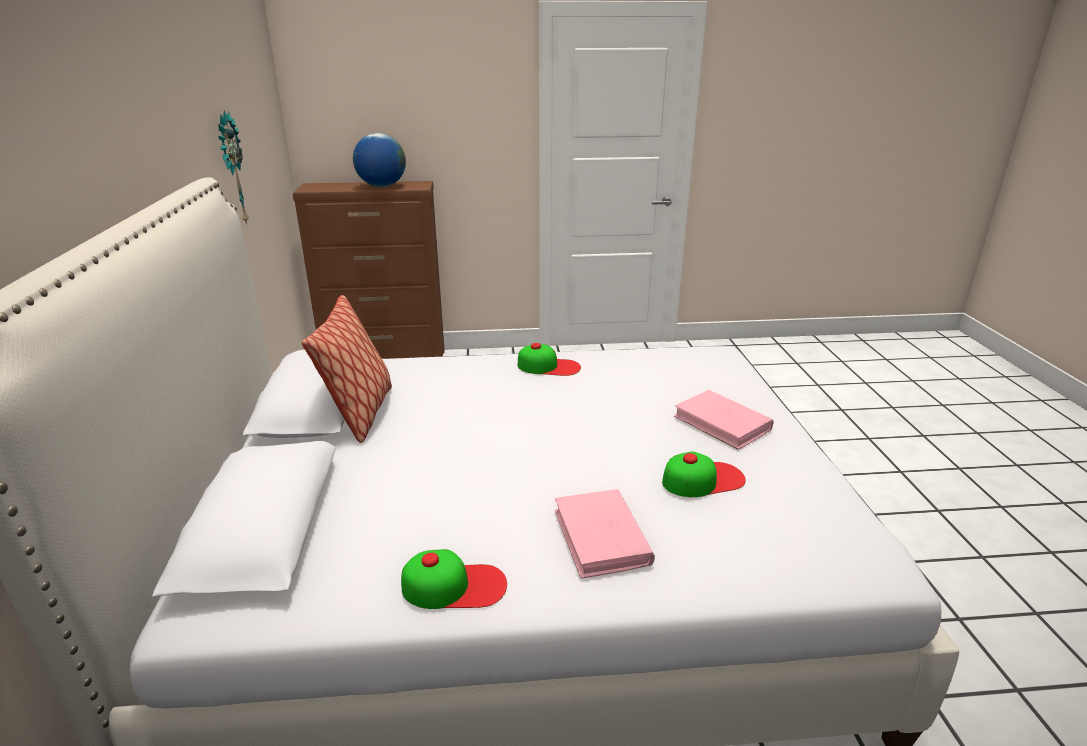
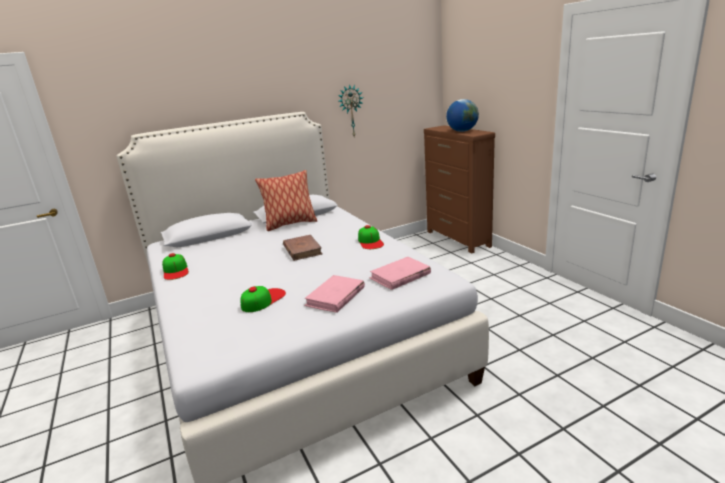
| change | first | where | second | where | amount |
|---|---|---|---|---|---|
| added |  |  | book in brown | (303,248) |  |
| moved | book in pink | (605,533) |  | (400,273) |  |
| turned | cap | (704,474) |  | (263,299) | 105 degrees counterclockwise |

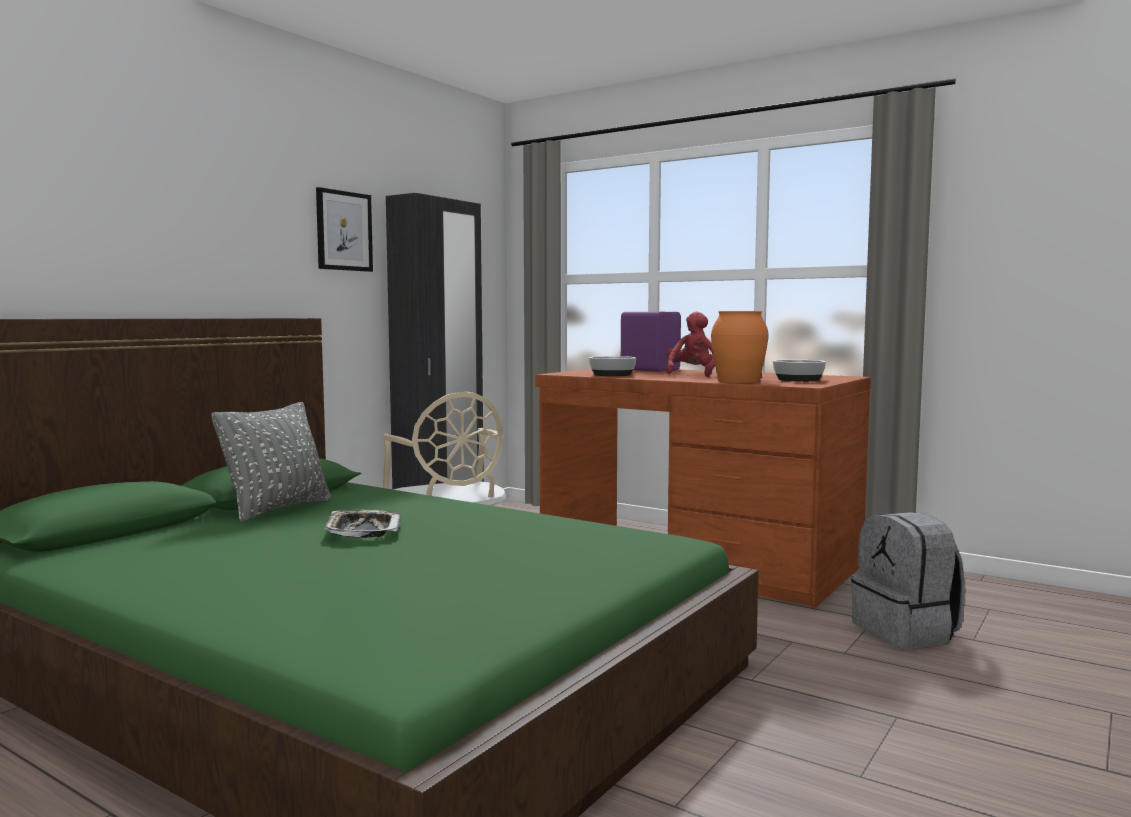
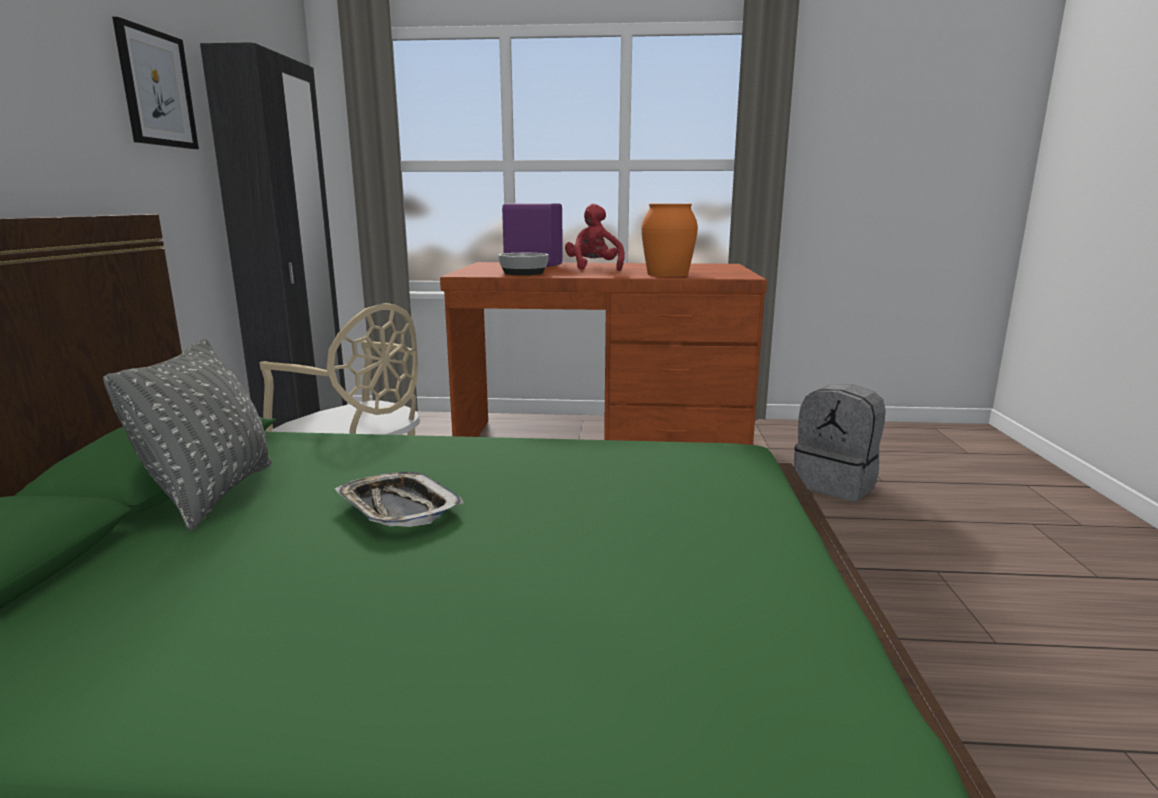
| change | first | where | second | where | amount |
|---|---|---|---|---|---|
| removed | bowl | (799,370) |  |  |  |

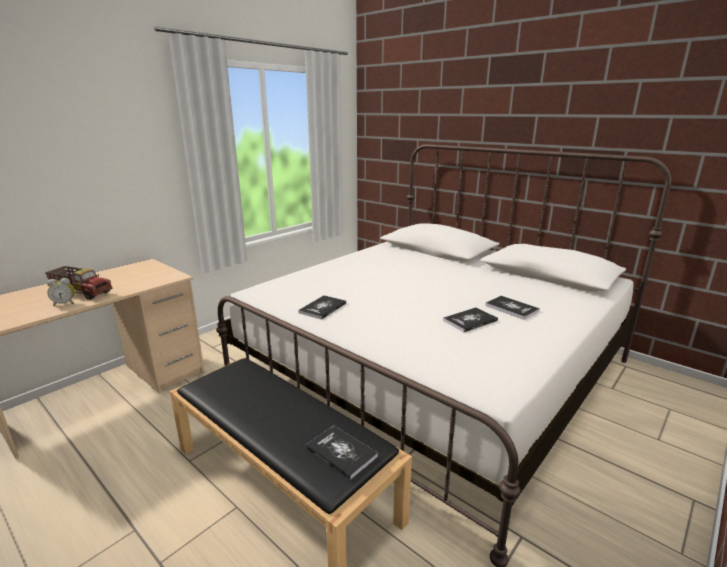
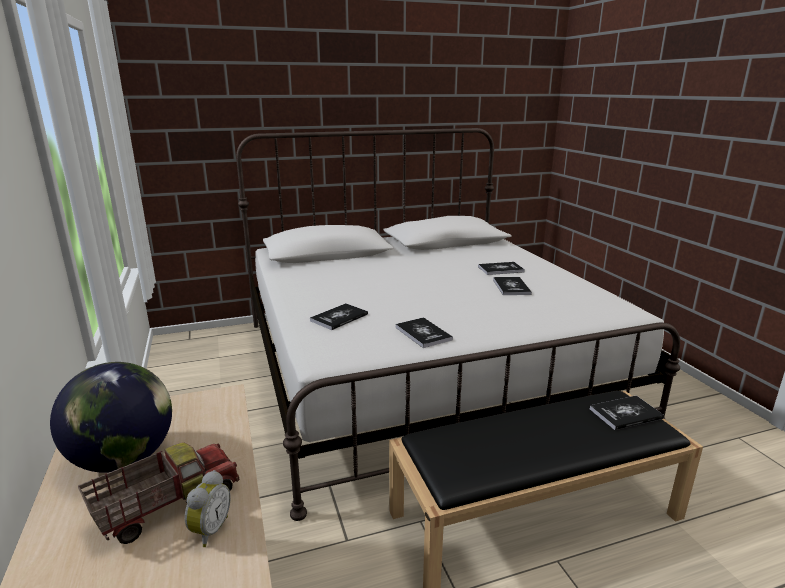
| change | first | where | second | where | amount |
|---|---|---|---|---|---|
| added |  |  | globe | (111,417) |  |
| added |  |  | book | (339,316) |  |

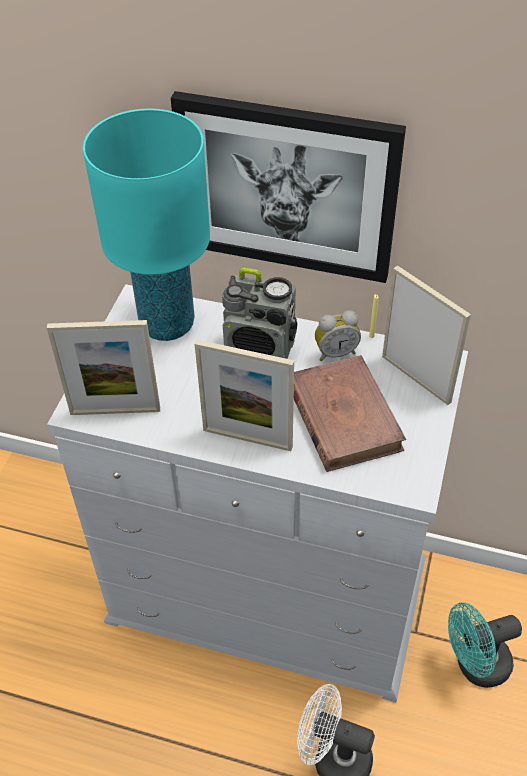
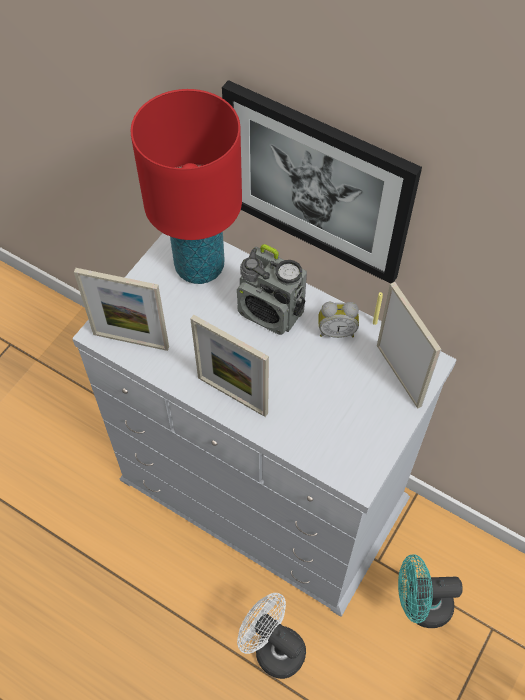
| change | first | where | second | where | amount |
|---|---|---|---|---|---|
| removed | book in brown | (350,413) |  |  |  |
| recoloured | table lamp in turquoise | (146,225) | table lamp in red | (186,186) |  |

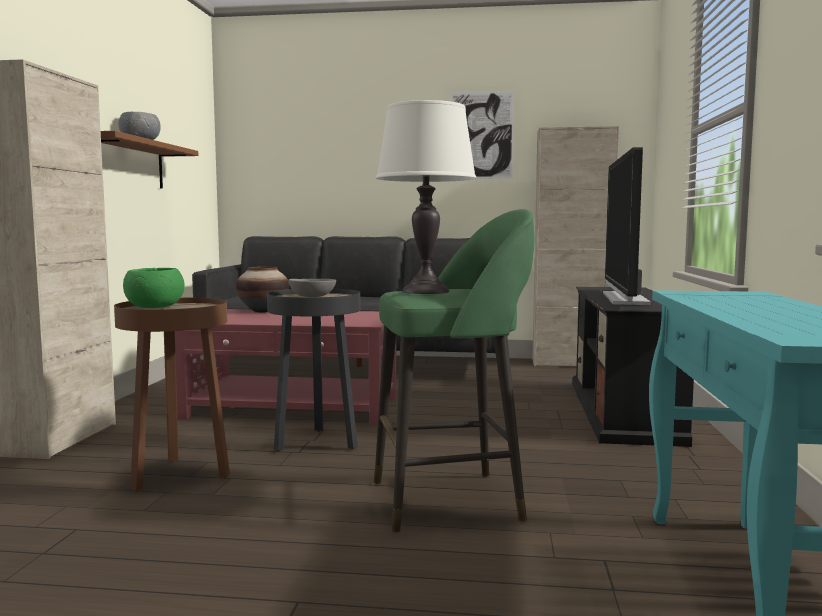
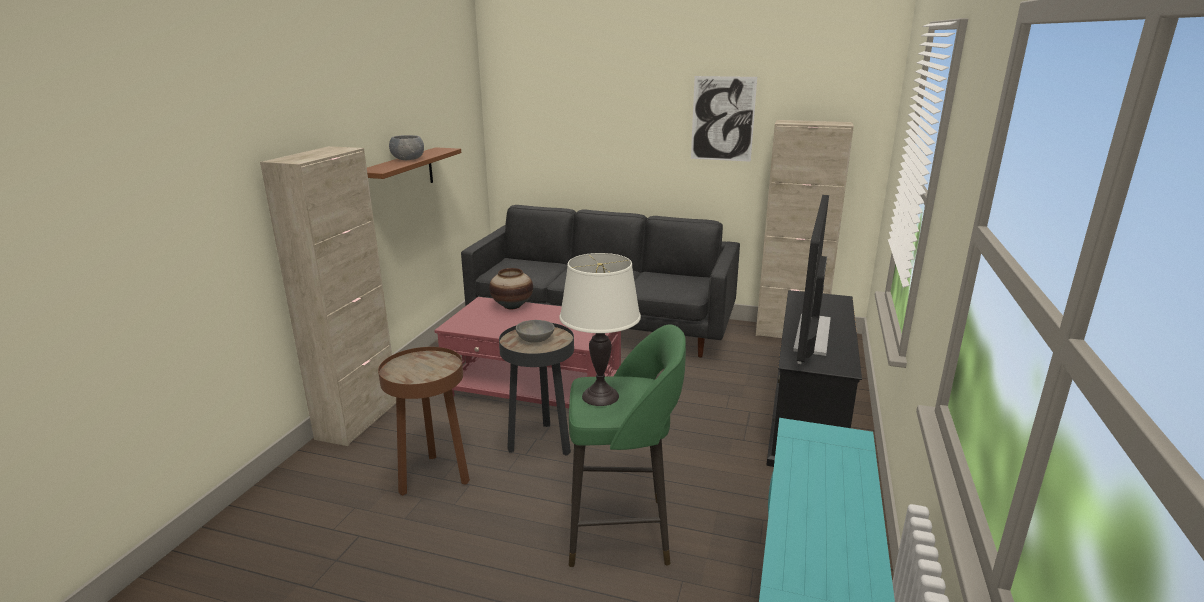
| change | first | where | second | where | amount |
|---|---|---|---|---|---|
| removed | bowl in green | (154,288) |  |  |  |

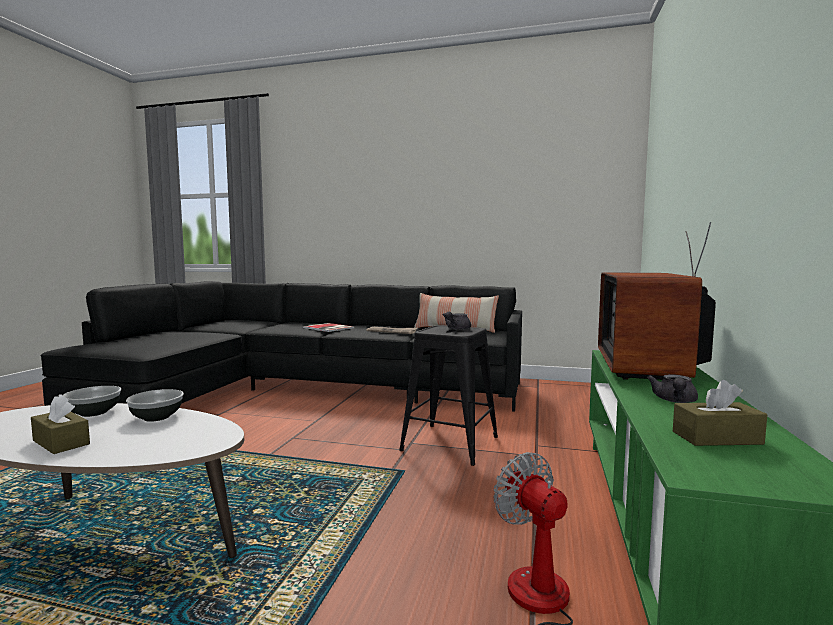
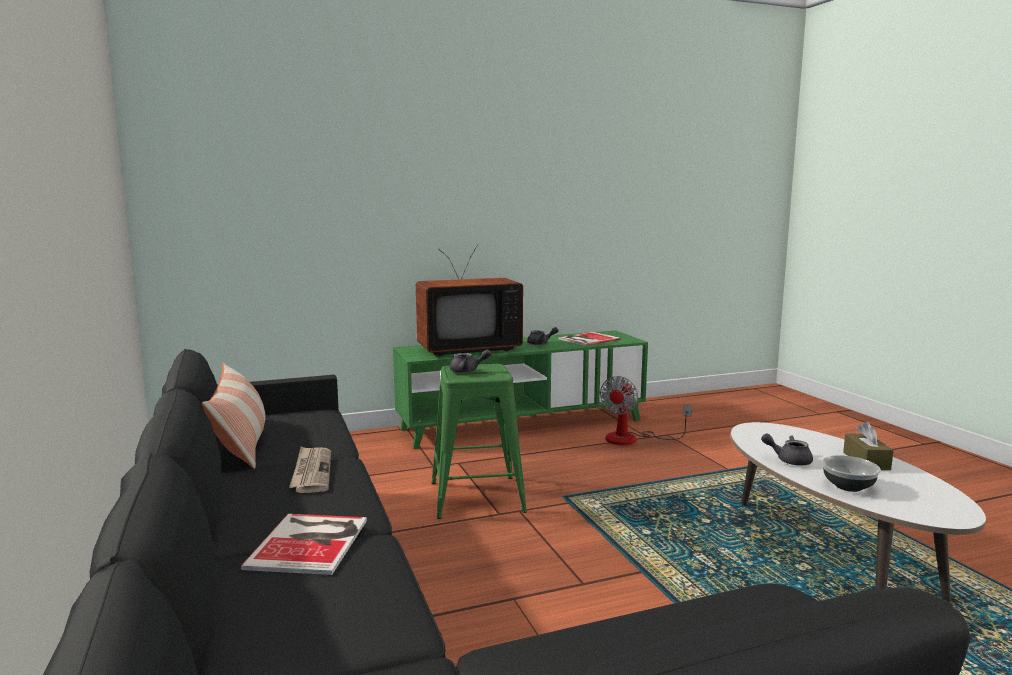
| change | first | where | second | where | amount |
|---|---|---|---|---|---|
| replaced | bowl | (155,405) | teapot in grey | (787,450) |  |
| replaced | tissue box in brown | (720,413) | book | (589,339) |  |
| recoloured | stool in black | (448,395) | stool in green | (479,441) |  |

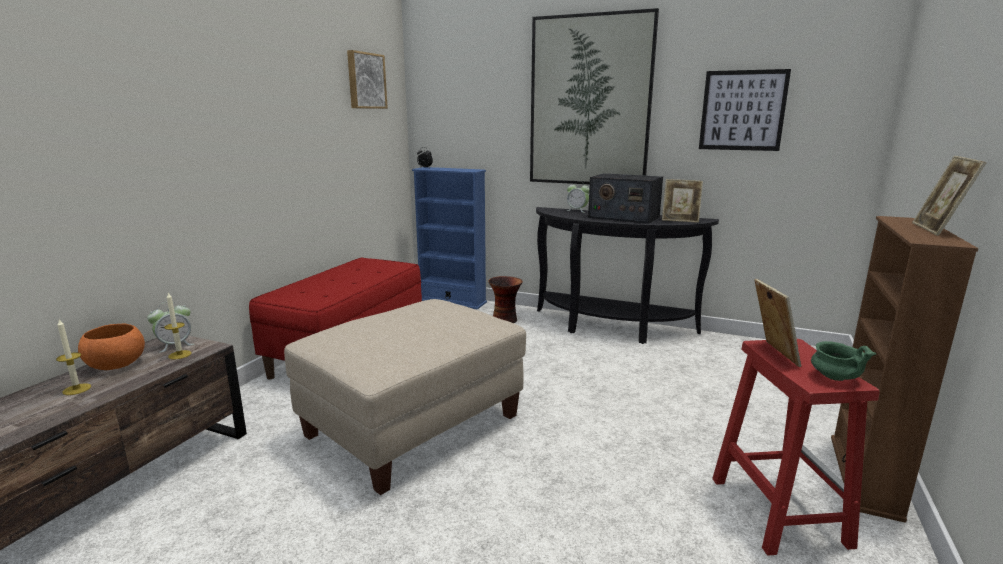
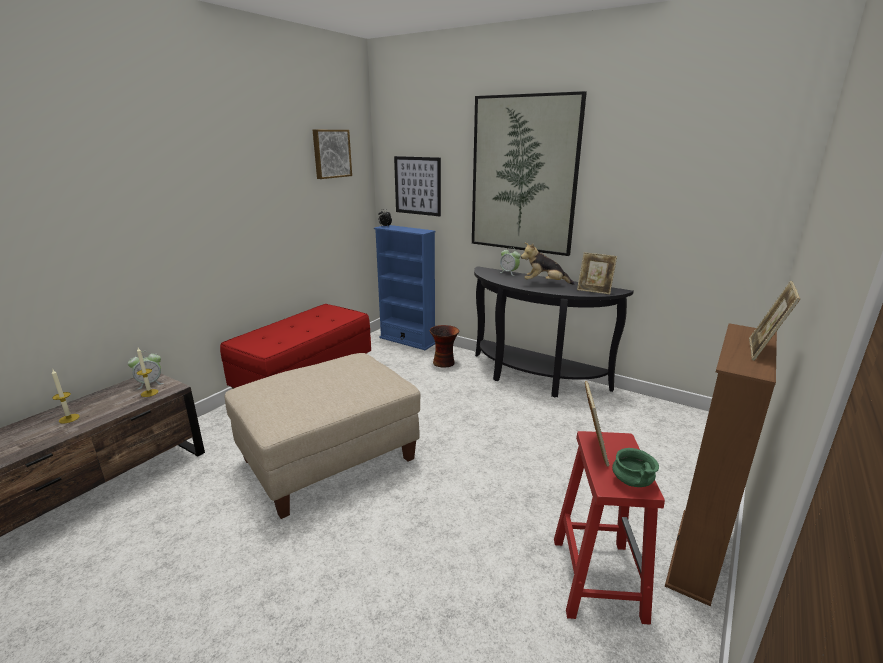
| change | first | where | second | where | amount |
|---|---|---|---|---|---|
| removed | bowl in orange | (111,347) |  |  |  |
| moved | picture | (745,110) |  | (417,186) |  |
| replaced | radio | (625,198) | plush toy | (548,264) |  |

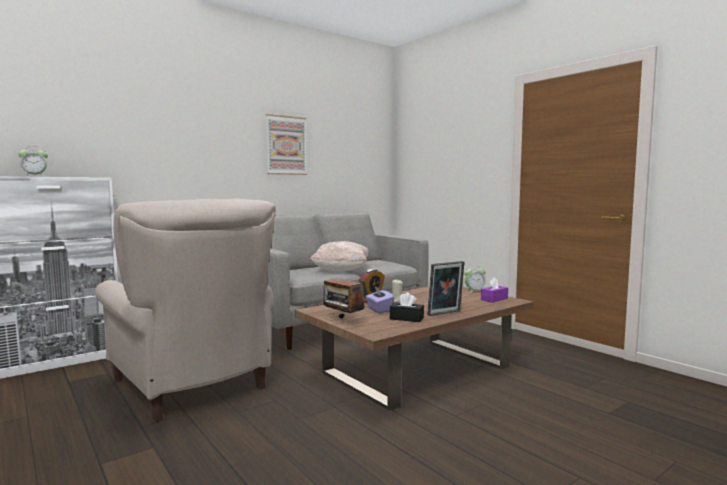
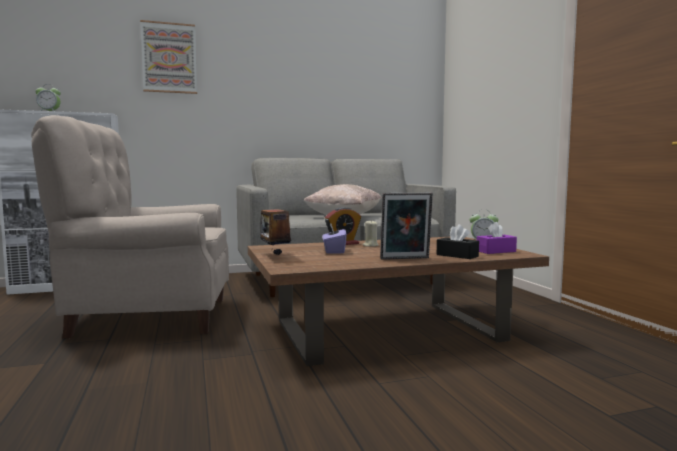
| change | first | where | second | where | amount |
|---|---|---|---|---|---|
| moved | picture | (286,144) |  | (168,57) |  |
| moved | tissue box in black | (407,307) |  | (458,241) |  |
| turned | armchair in beige | (185,310) |  | (130,226) | 105 degrees clockwise |

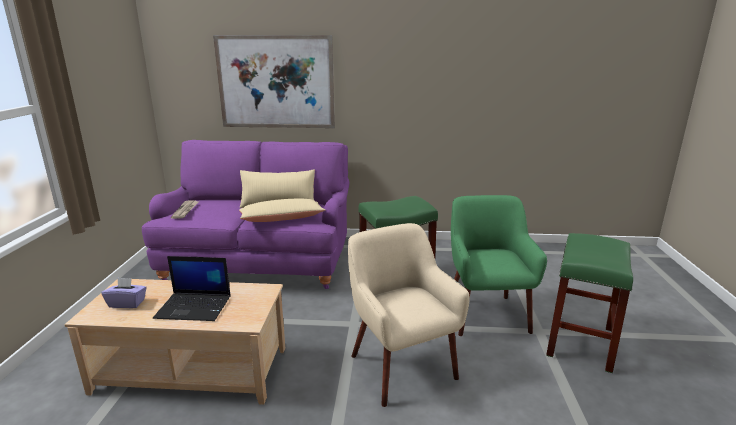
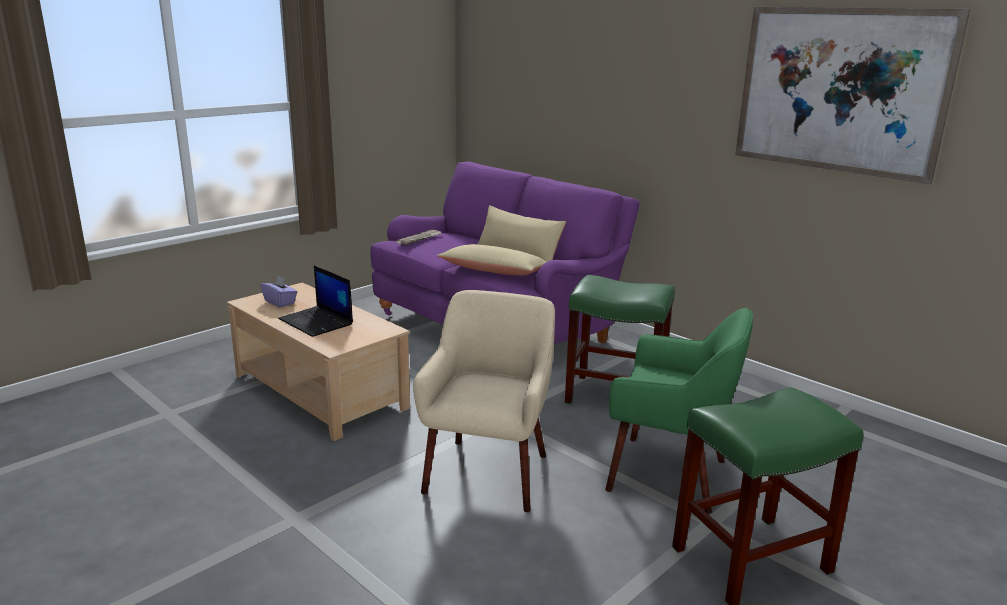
| change | first | where | second | where | amount |
|---|---|---|---|---|---|
| moved | picture | (274,81) |  | (852,95) |  |
| turned | armchair in green | (499,265) |  | (679,411) | 75 degrees clockwise |

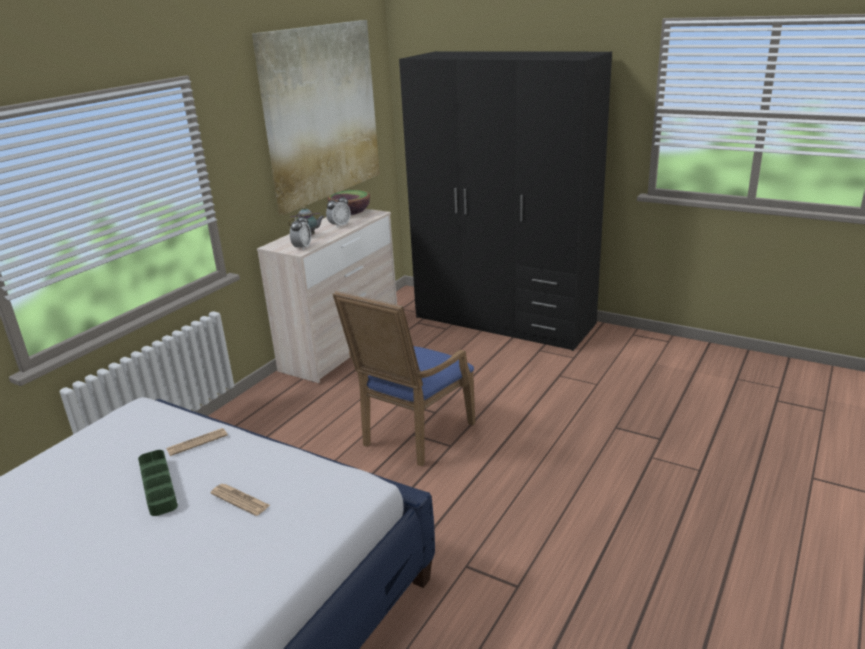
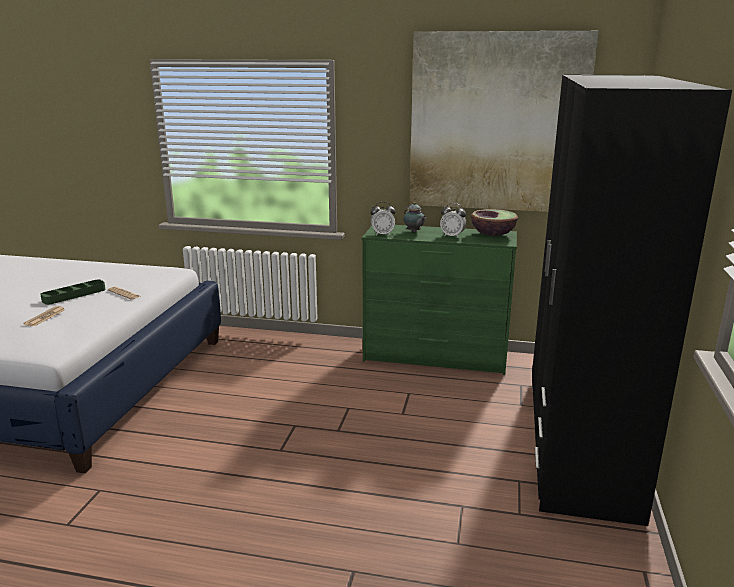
| change | first | where | second | where | amount |
|---|---|---|---|---|---|
| removed | armchair in blue | (403,378) |  |  |  |
| recoloured | dresser in beige | (327,296) | dresser in green | (439,300) |  |

